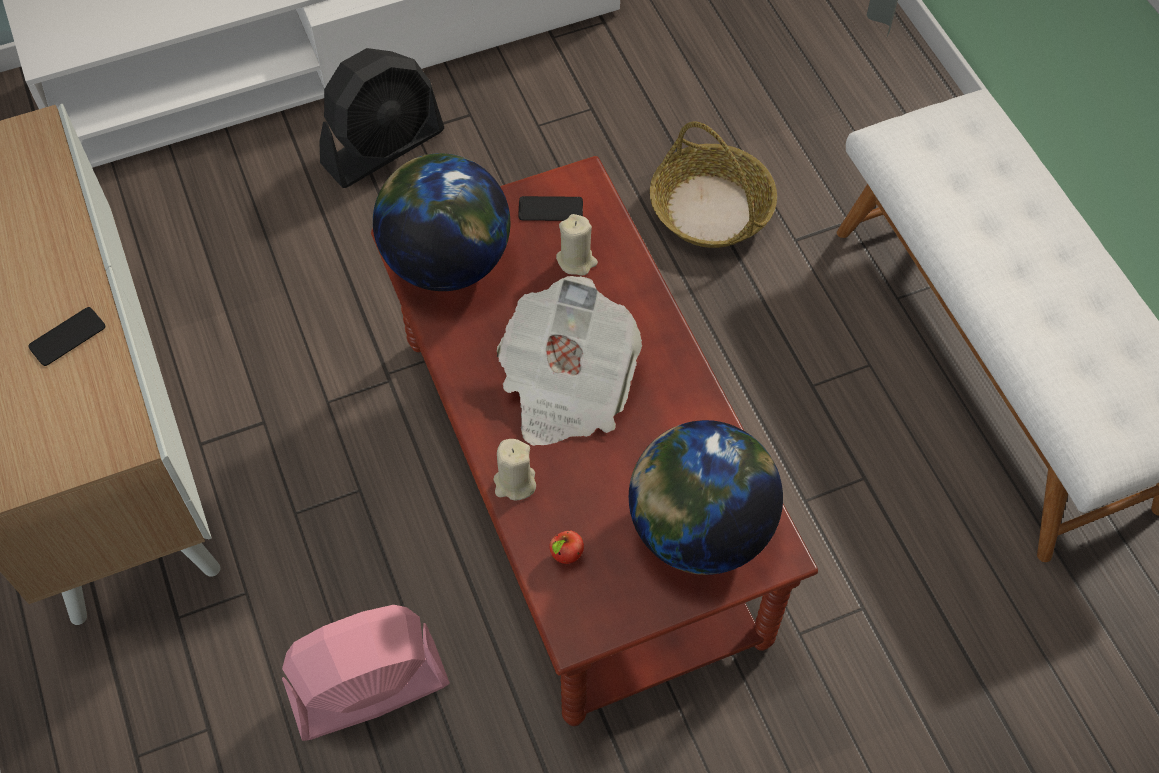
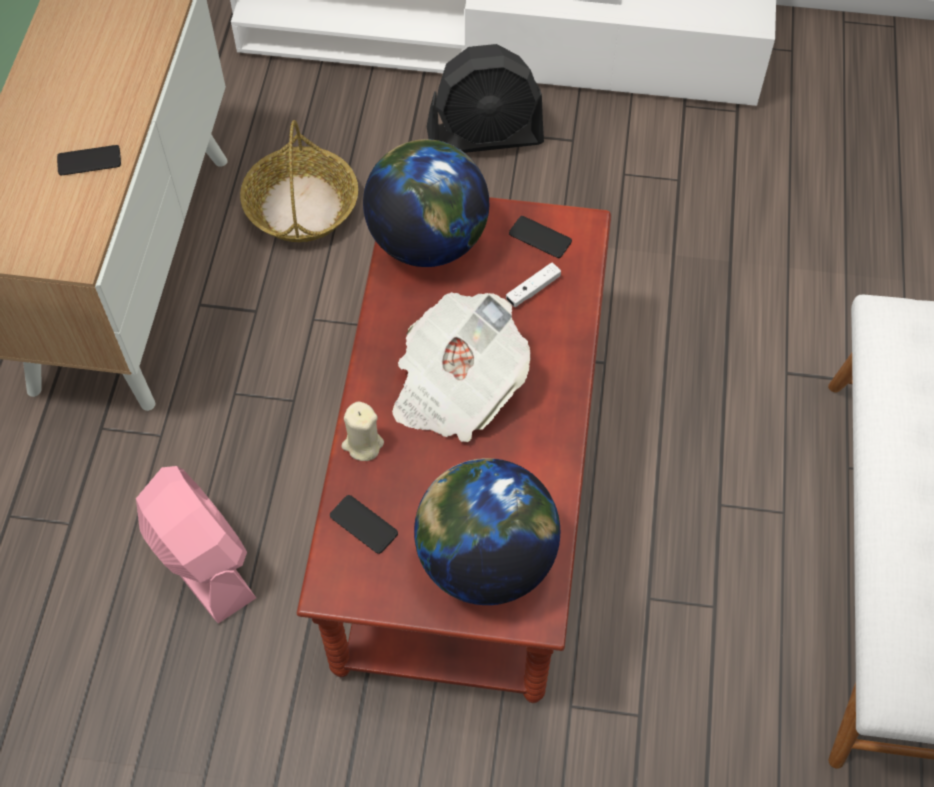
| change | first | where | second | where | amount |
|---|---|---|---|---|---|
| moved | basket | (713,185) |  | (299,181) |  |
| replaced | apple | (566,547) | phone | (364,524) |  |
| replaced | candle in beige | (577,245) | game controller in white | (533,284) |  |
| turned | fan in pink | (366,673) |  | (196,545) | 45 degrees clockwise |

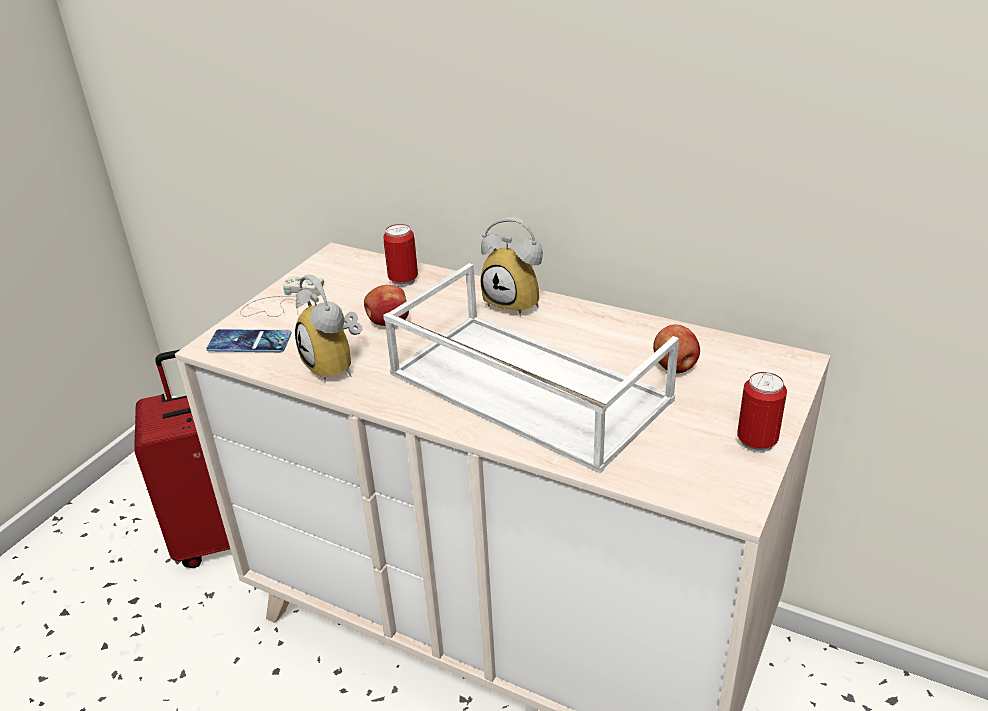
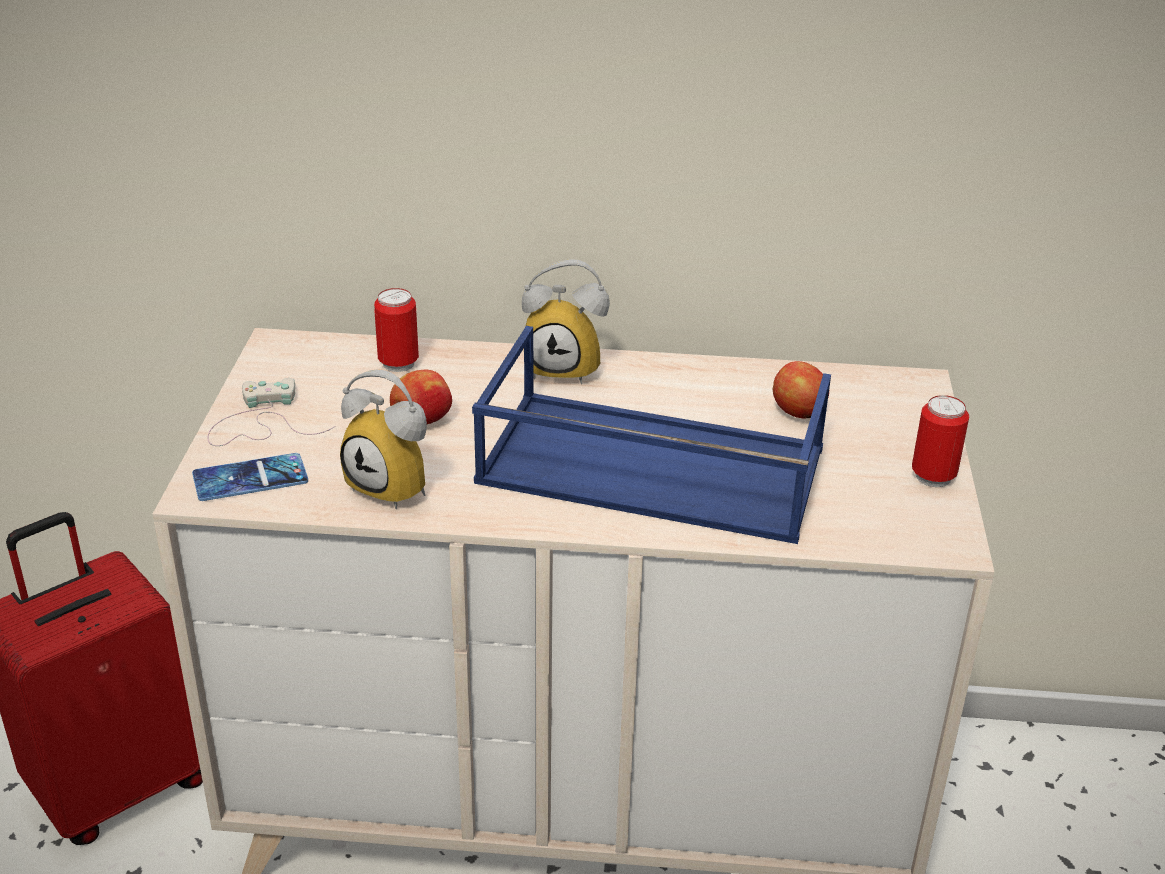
| change | first | where | second | where | amount |
|---|---|---|---|---|---|
| recoloured | tray in white | (531,368) | tray in blue | (651,435) |  |

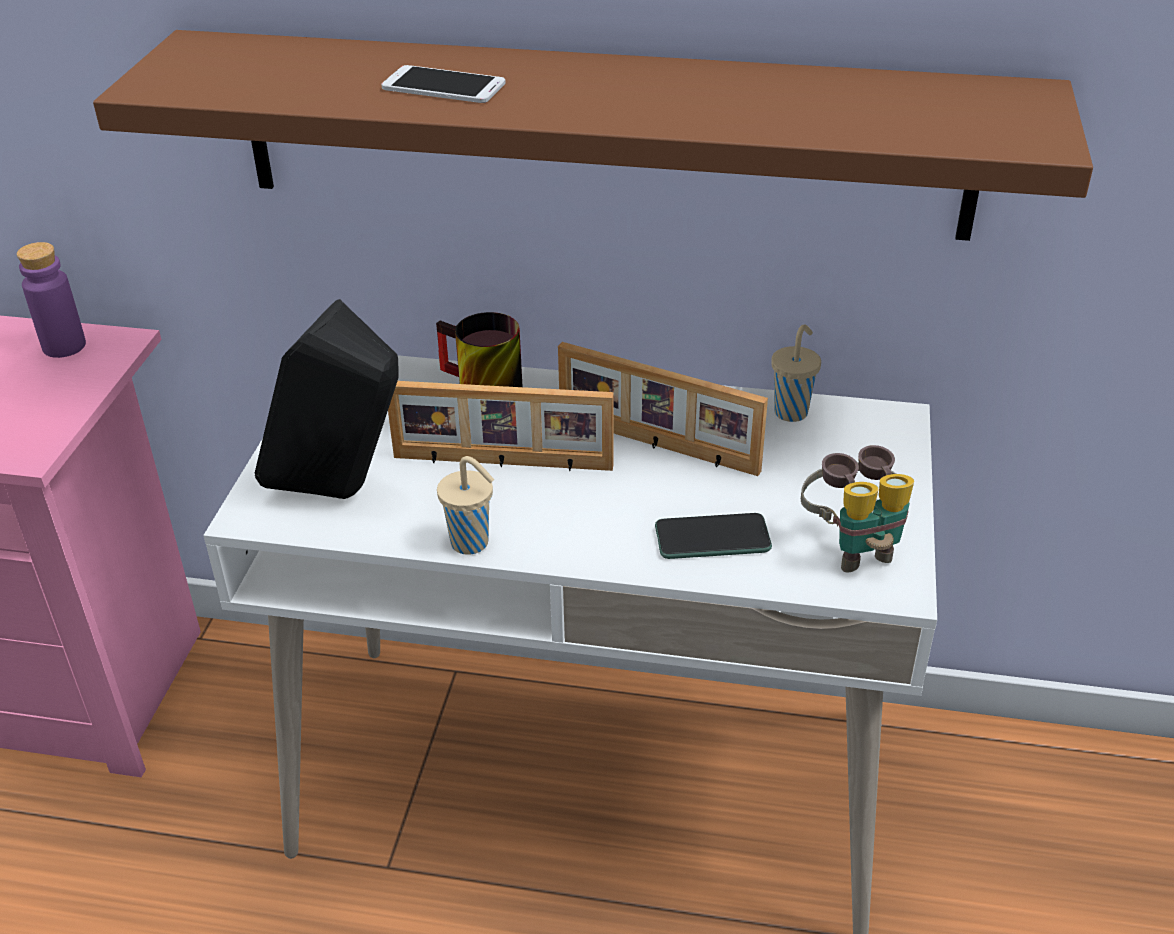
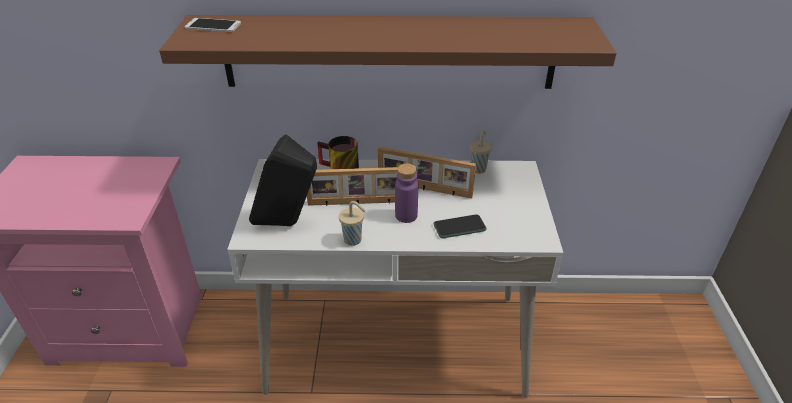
| change | first | where | second | where | amount |
|---|---|---|---|---|---|
| removed | binoculars | (857,508) |  |  |  |
| moved | bottle in purple | (51,300) |  | (406,193) |  |
| moved | phone | (443,84) |  | (212,25) |  |

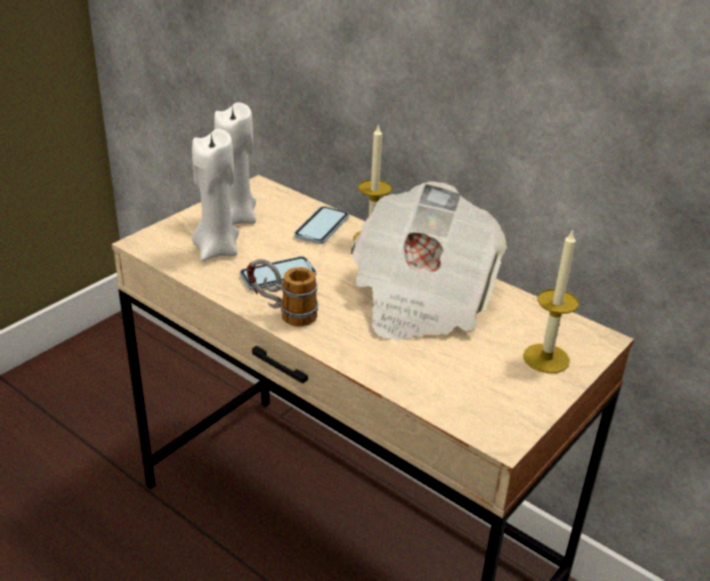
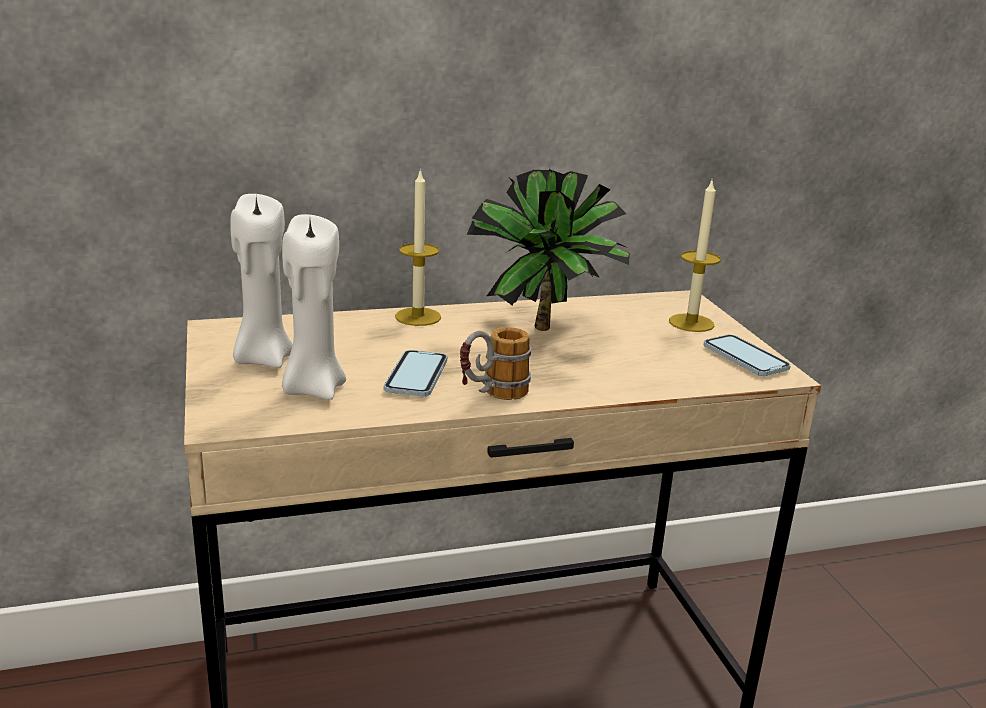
| change | first | where | second | where | amount |
|---|---|---|---|---|---|
| moved | phone | (321,225) |  | (747,355) |  |
| replaced | newspaper | (429,261) | potted plant | (548,249) |  |

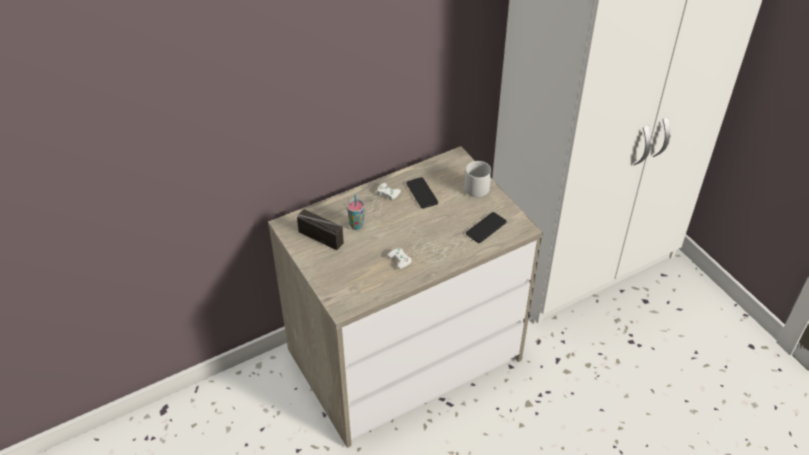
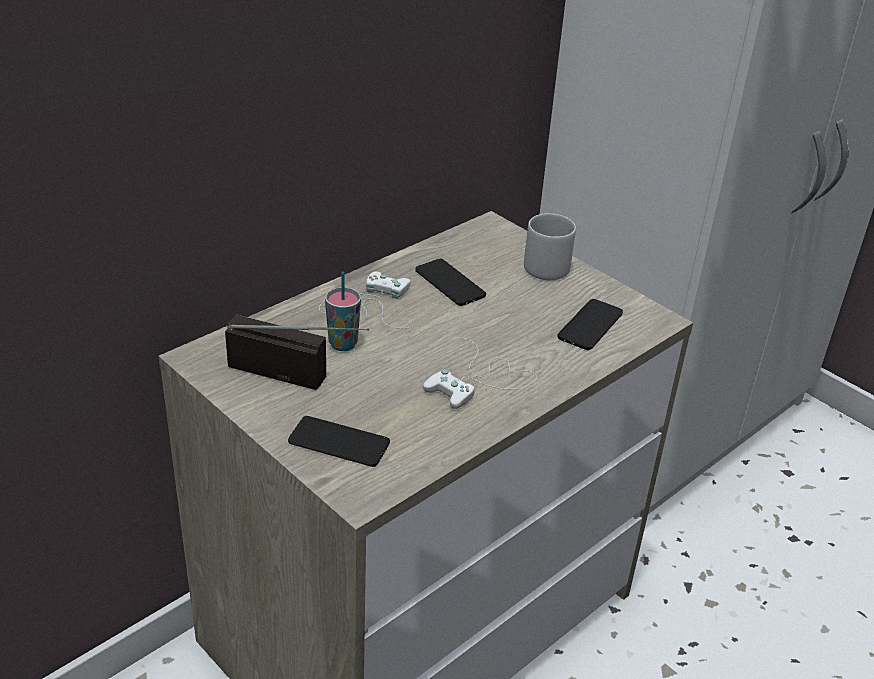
| change | first | where | second | where | amount |
|---|---|---|---|---|---|
| added |  |  | phone | (339,441) |  |

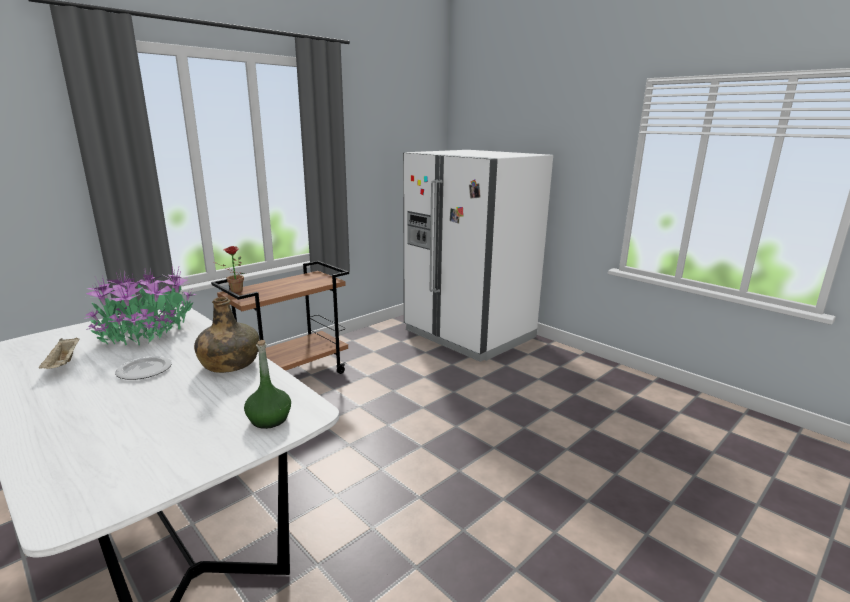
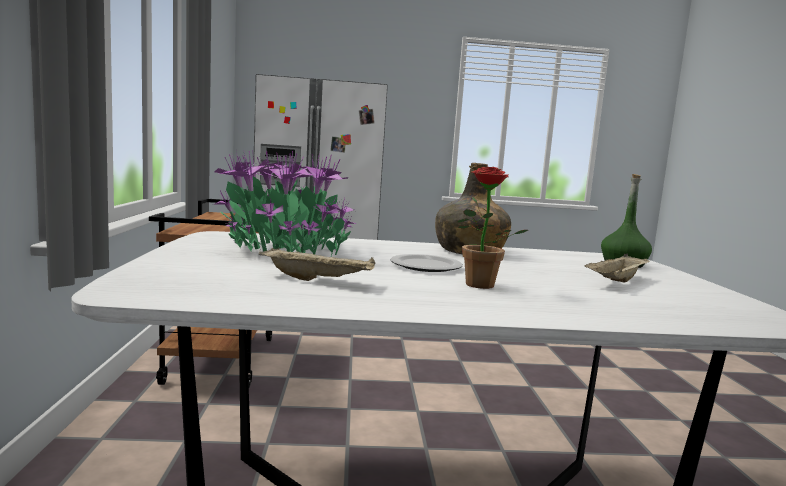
| change | first | where | second | where | amount |
|---|---|---|---|---|---|
| added |  |  | tray in beige | (617,268) |  |
| moved | potted plant | (229,269) |  | (492,228) |  |

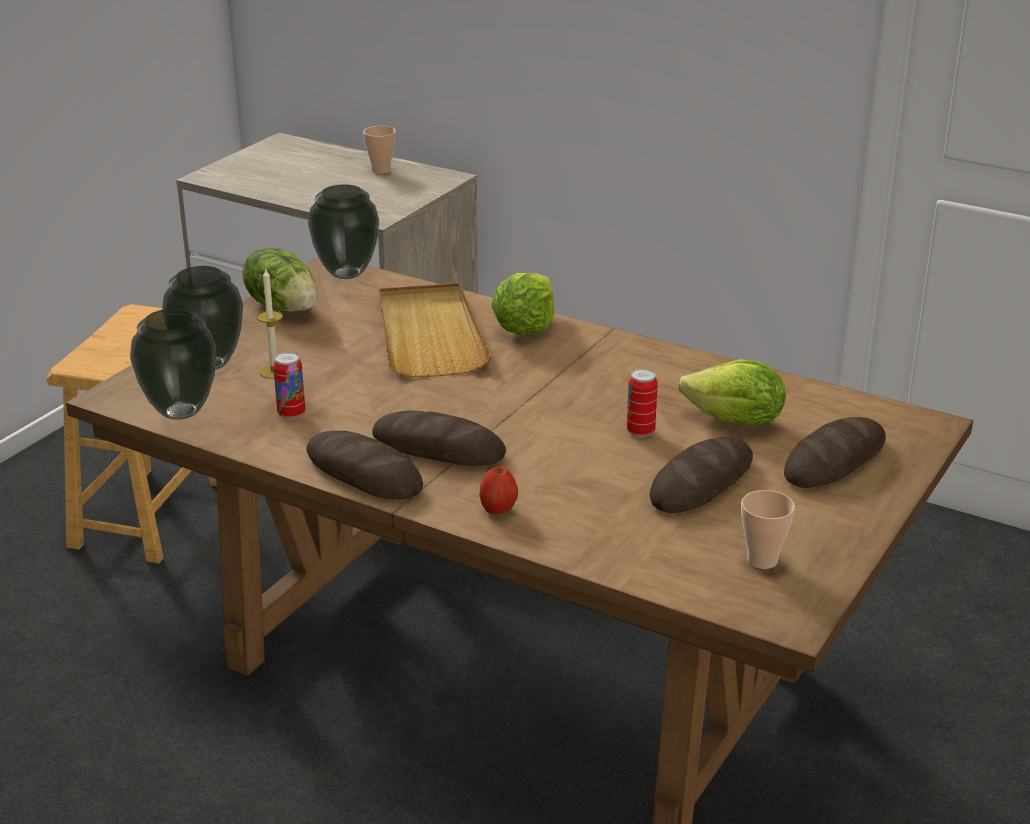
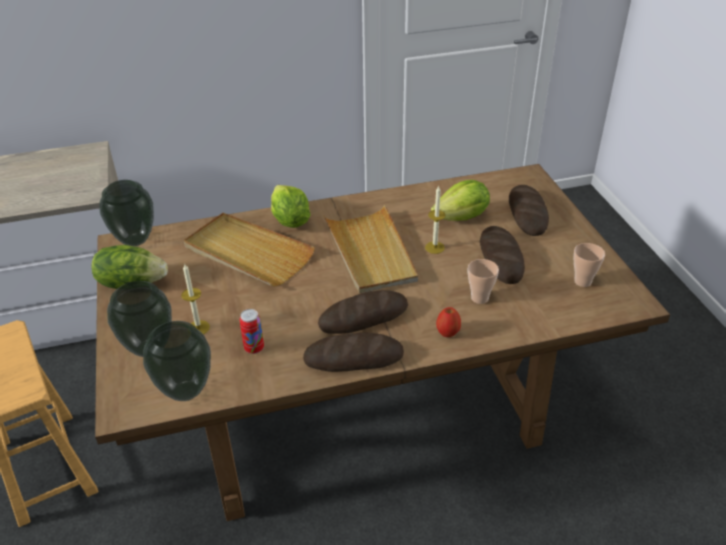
| change | first | where | second | where | amount |
|---|---|---|---|---|---|
| added |  |  | tray in beige | (370,249) |  |
| moved | cup | (379,150) |  | (483,281) |  |
| replaced | can | (642,403) | candle | (435,220) |  |

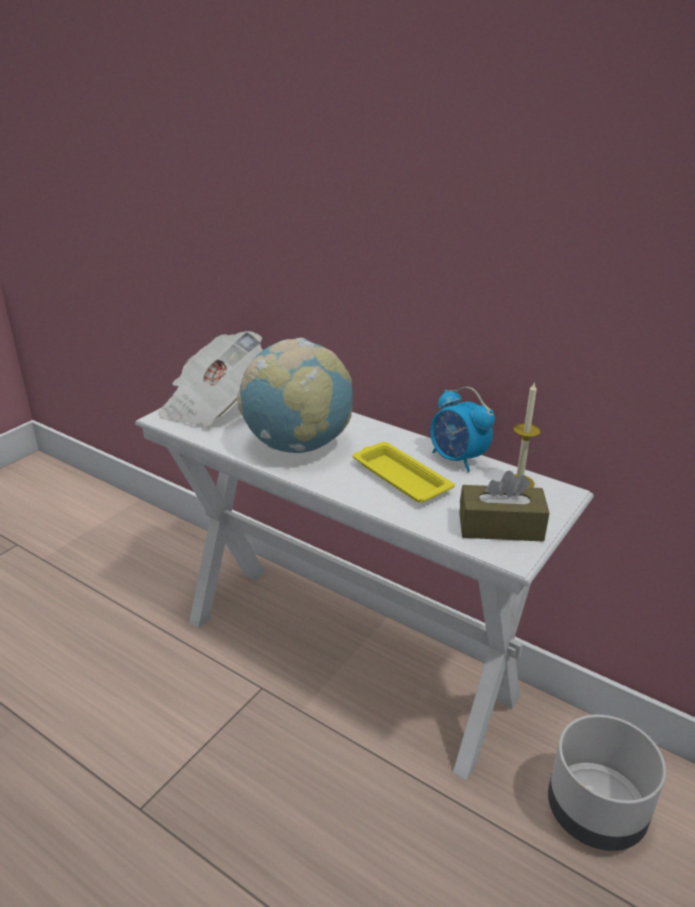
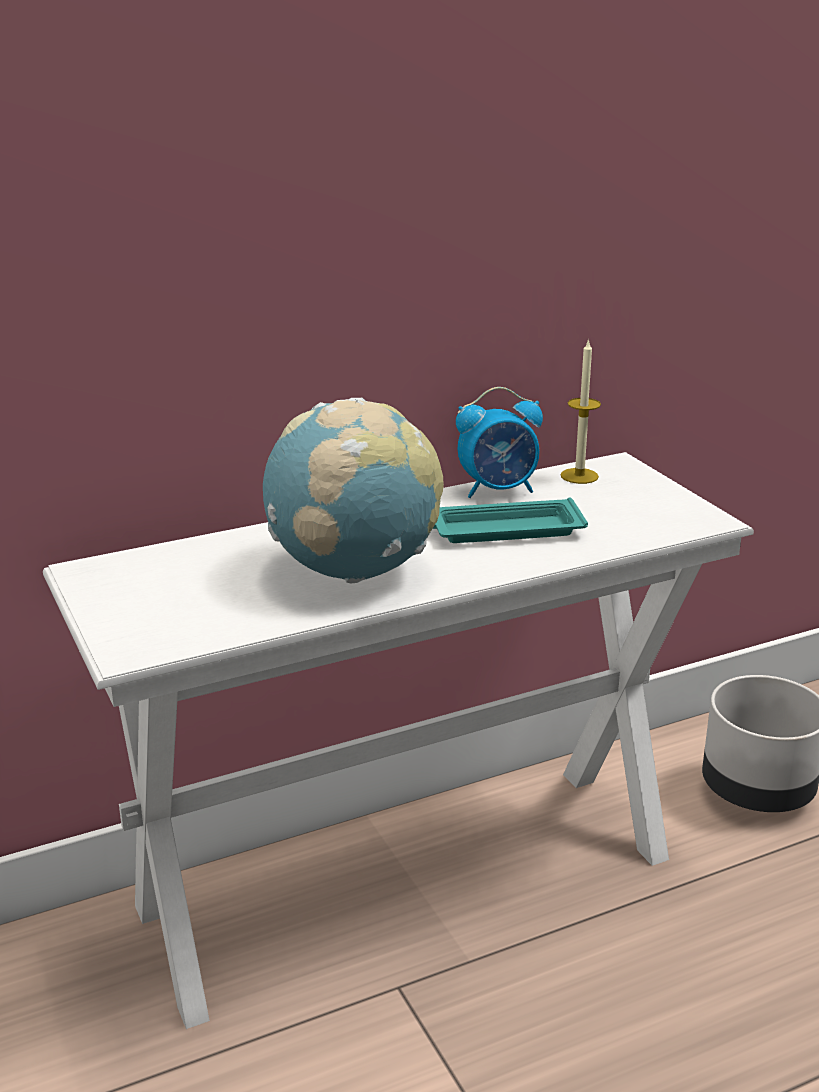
| change | first | where | second | where | amount |
|---|---|---|---|---|---|
| removed | newspaper | (210,379) |  |  |  |
| removed | tissue box in brown | (504,506) |  |  |  |
| recoloured | tray in yellow | (404,472) | tray in turquoise | (510,520) |  |

